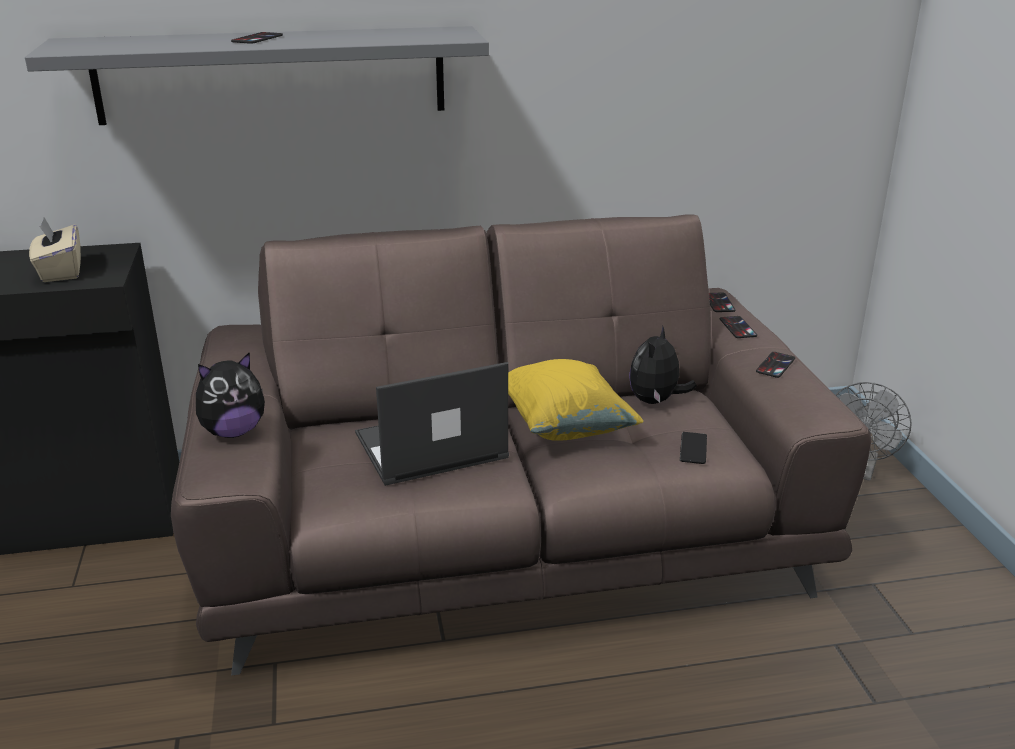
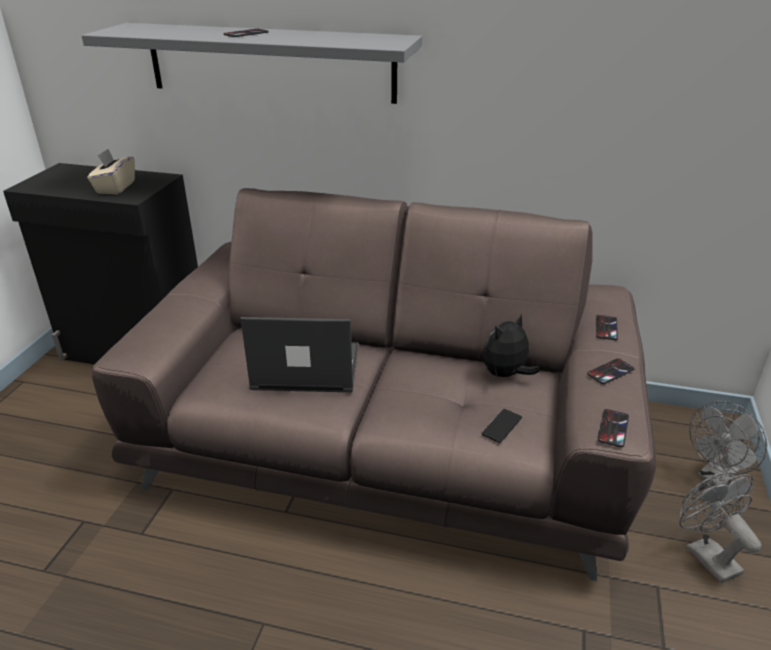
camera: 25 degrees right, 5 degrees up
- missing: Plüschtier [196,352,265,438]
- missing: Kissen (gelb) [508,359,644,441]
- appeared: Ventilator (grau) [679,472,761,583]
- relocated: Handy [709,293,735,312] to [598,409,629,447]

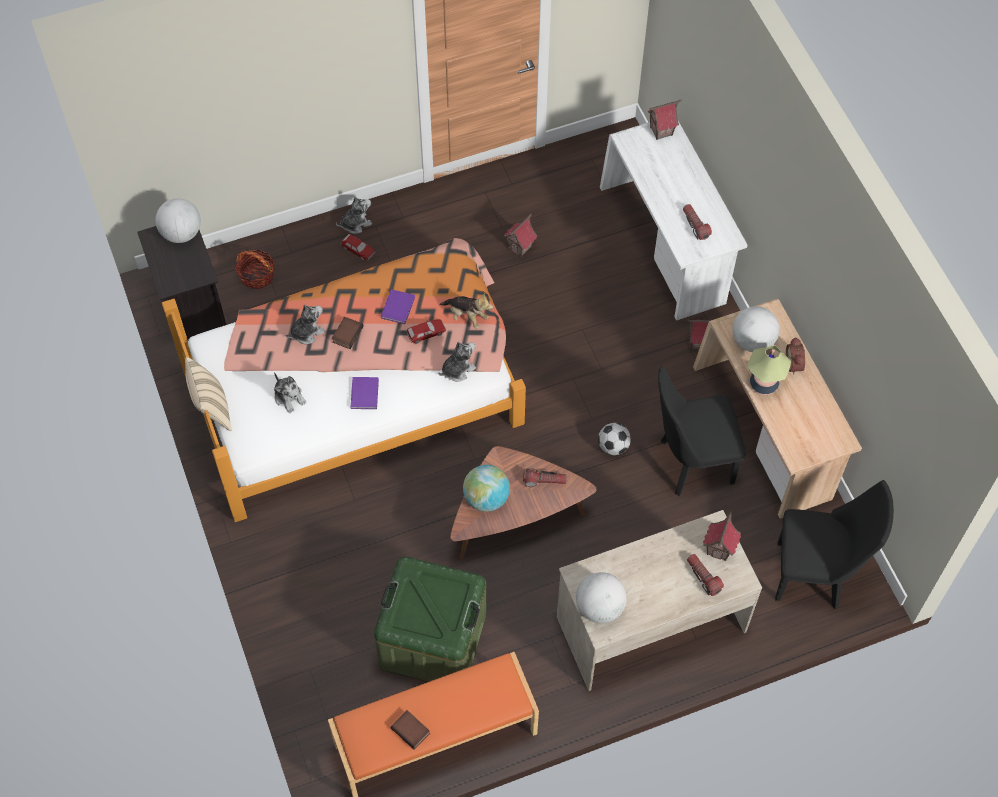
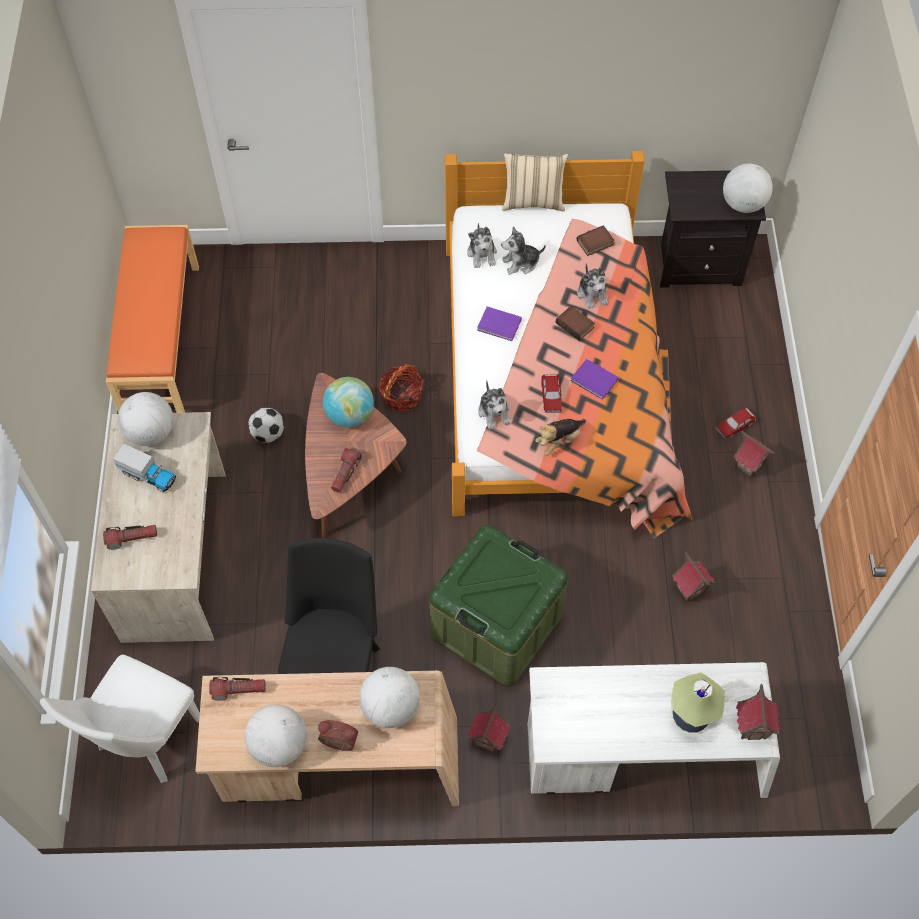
camera: 110 degrees right, 0 degrees up
- appeared: Spielzeuglaster [113,444,176,492]
- appeared: Globus [245,704,307,767]
- relocated: Korb [235,249,275,289] to [379,364,424,411]
- relocated: Plüschtier [336,196,372,234] to [467,223,497,268]
- relocated: Aufbewahrungsbox (grün) [374,557,486,682] to [429,525,568,686]
- relocated: Buch [391,710,430,750] to [577,225,614,256]
- relocated: Fußball [598,423,631,455] to [248,408,284,443]
- relocated: Taschenlampe [683,204,712,240] to [209,677,266,701]
- relocated: Spielzeughaus [703,512,741,561] to [733,430,774,478]
- relocated: Tischlampe [748,345,791,395] to [671,673,725,733]
- colour: Stuhl (schwarz) [775,480,894,609] to Stuhl (weiß) [40,655,200,783]

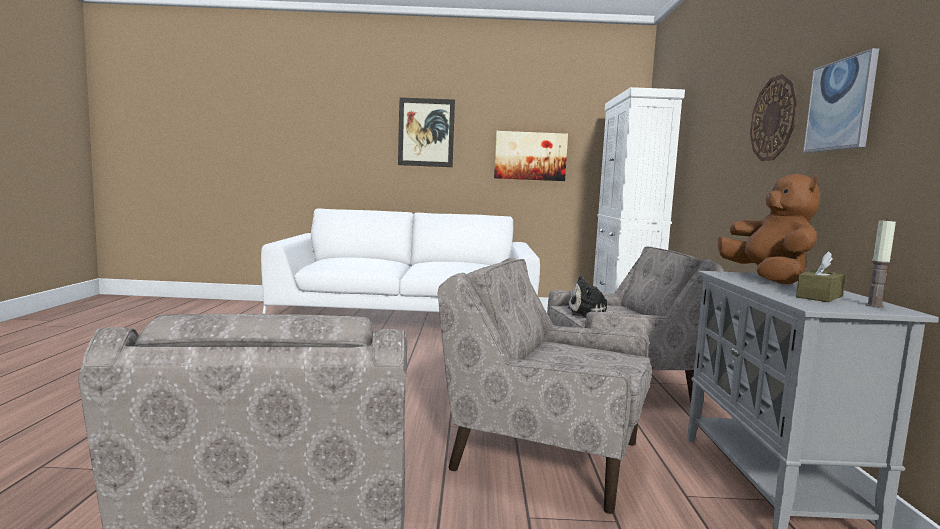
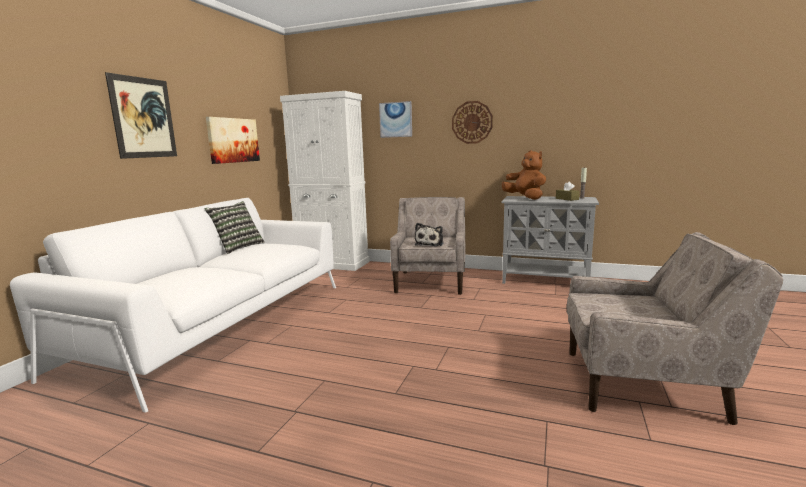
camera: 70 degrees left, 5 degrees up
- missing: Sessel (beige) [437,258,651,514]
- appeared: Kissen [205,201,265,254]
- relocated: Bild [803,48,879,153] to [379,101,412,138]
- spun: Plüschtier (braun) [718,173,820,284] = [502,150,546,200] 45 degrees clockwise

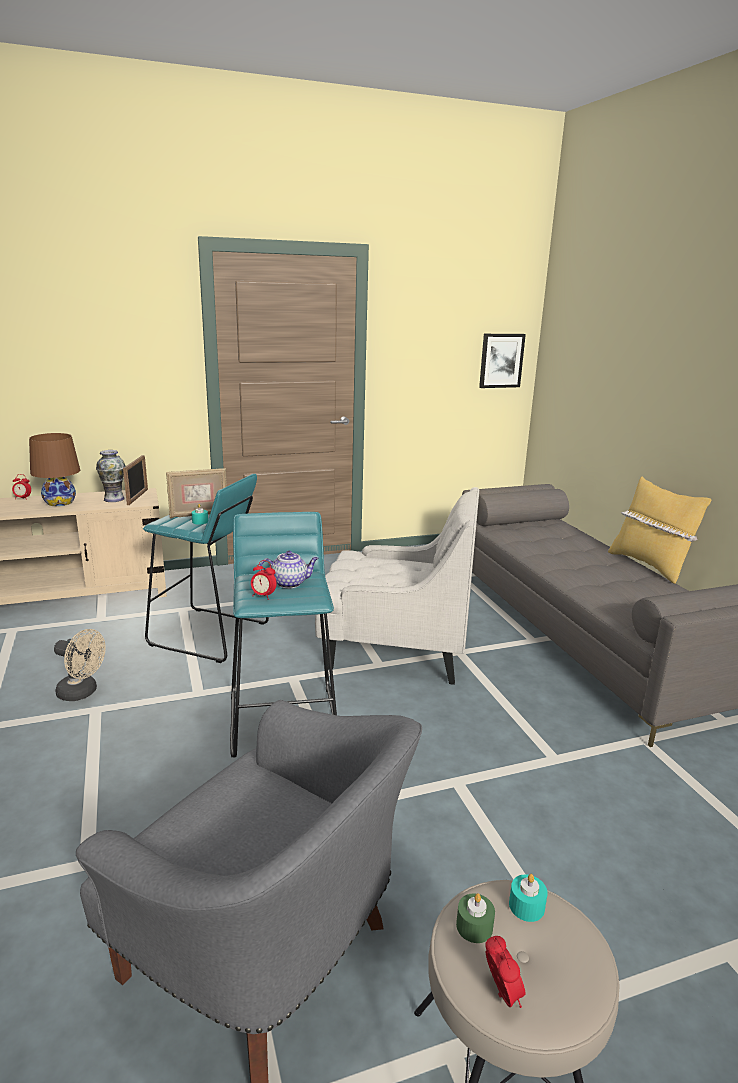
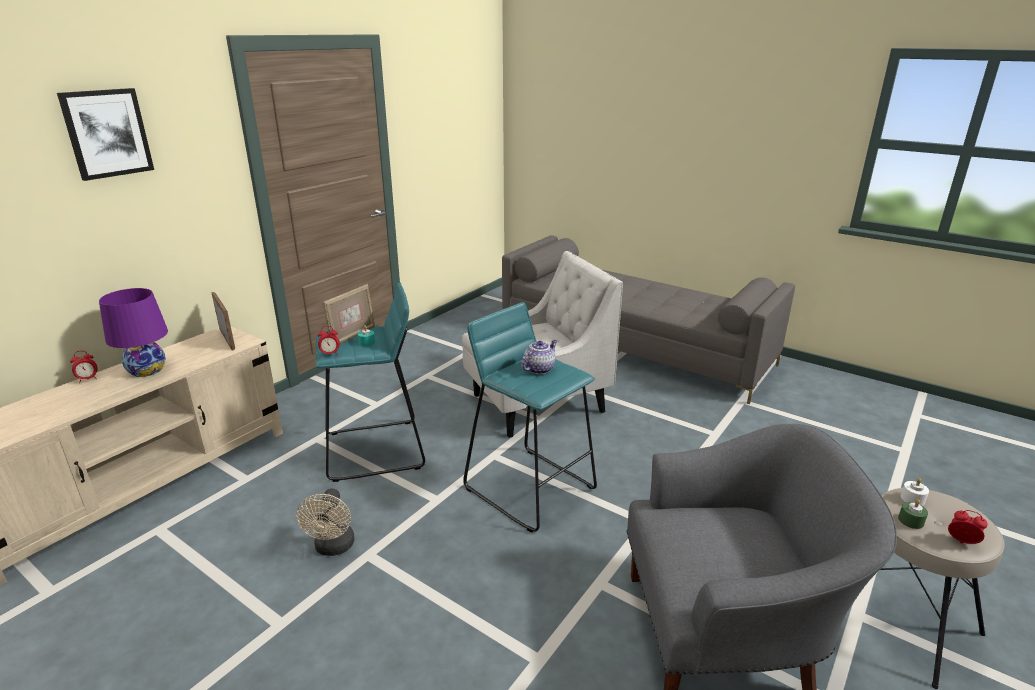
camera: 35 degrees left, 5 degrees up
- missing: Vase [96,450,126,502]
- missing: Kissen (gelb) [608,477,712,584]
- relocated: Wecker [251,560,277,600] to [318,326,340,357]
- relocated: Bild [479,334,526,388] to [57,88,154,181]
- colour: Tischlampe (braun) [29,433,80,506] to Tischlampe (lila) [99,288,168,377]
- colour: Kerze (türkis) [509,874,548,922] to Kerze (weiß) [901,478,929,506]
- spun: Ventilator (beige) [54,629,106,701] = [296,488,355,556] 105 degrees clockwise

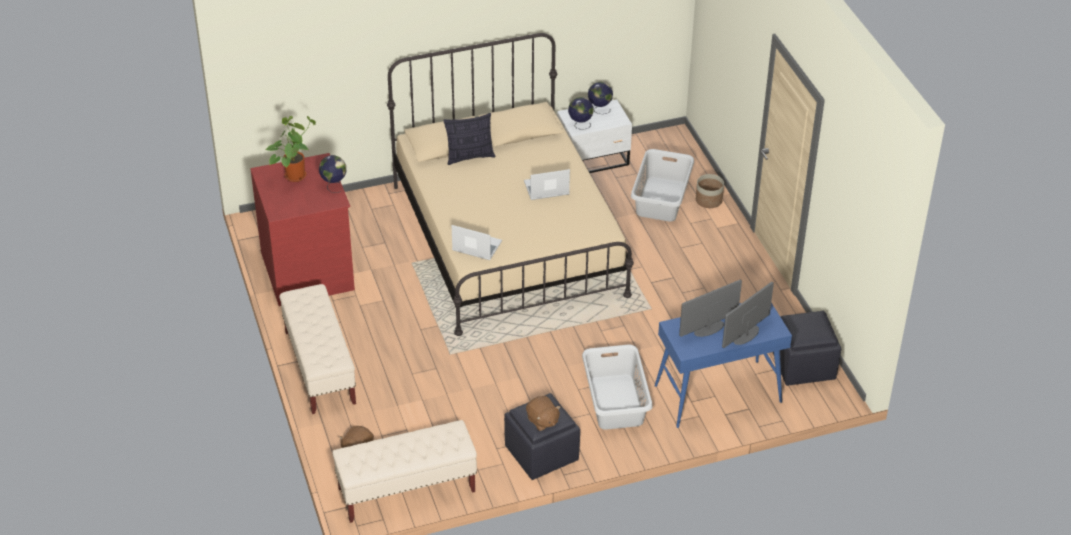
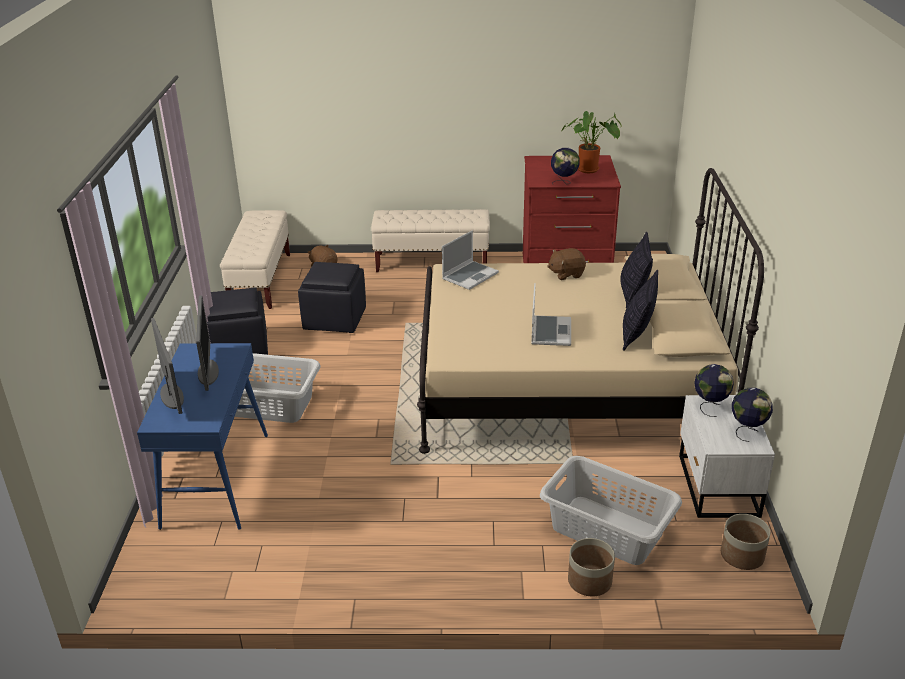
camera: 110 degrees right, 10 degrees down
- appeared: Kissen [623,270,658,351]
- appeared: Pflanzkübel [721,514,770,570]
- relocated: Plüschtier (braun) [526,396,561,431] to [547,248,586,280]
- relocated: Polsterhocker (schwarz) [773,311,841,386] to [298,262,366,333]

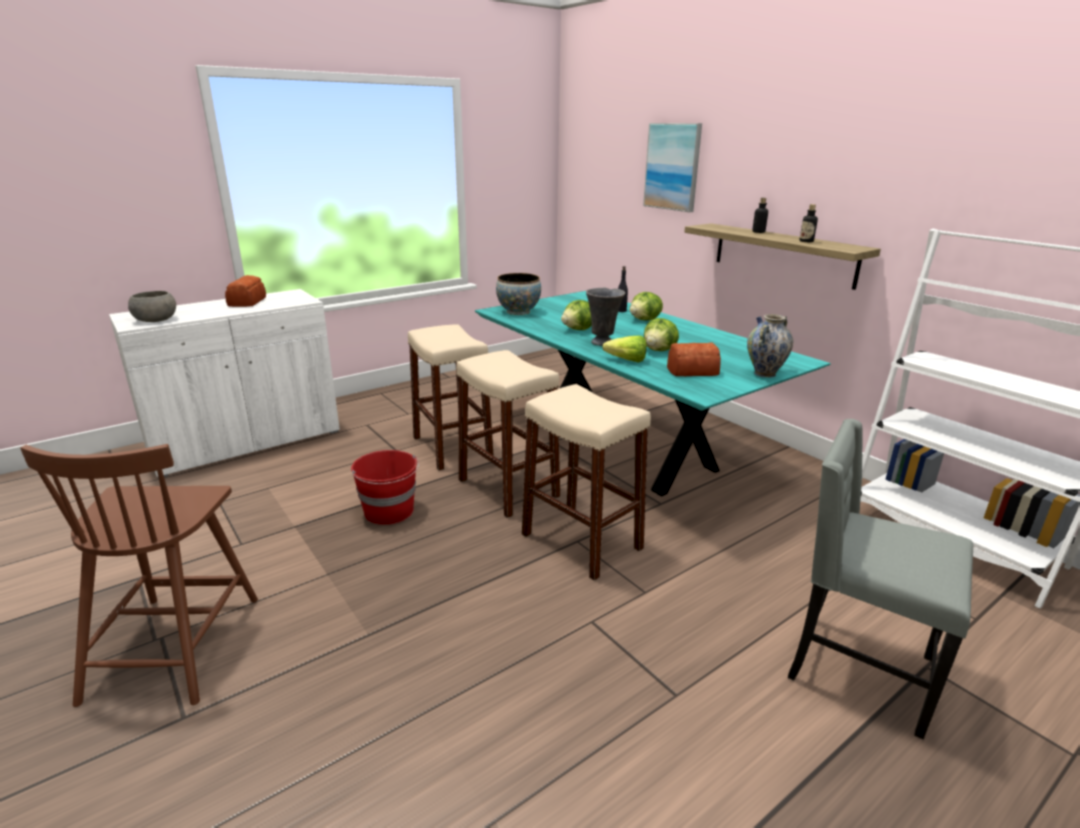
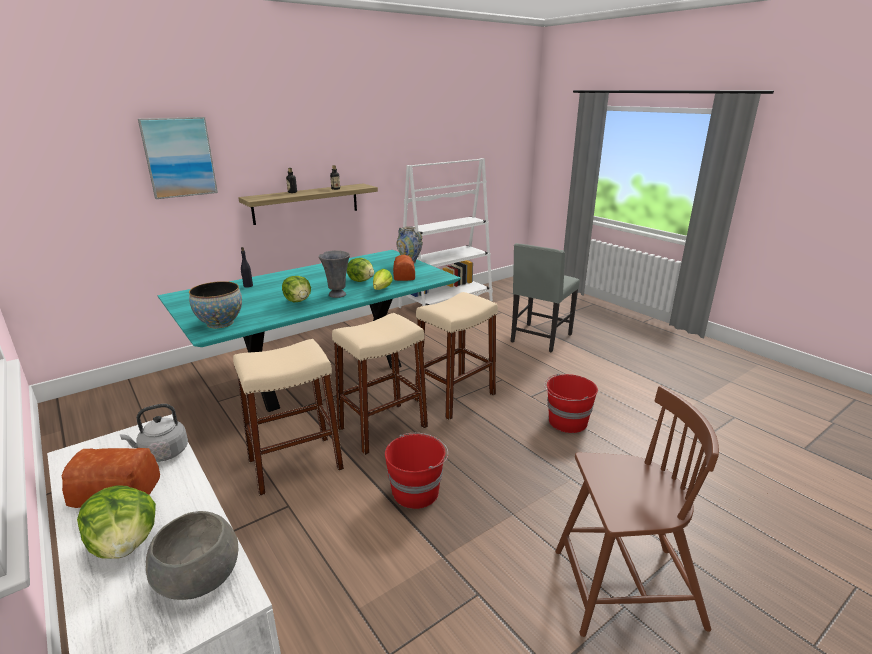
camera: 90 degrees left, 0 degrees up
- appeared: Wasserkessel (grau) [120,404,188,462]
- appeared: Eimer (rot) [544,374,598,433]
- relocated: Salatkopf [630,292,663,321] to [77,485,156,559]

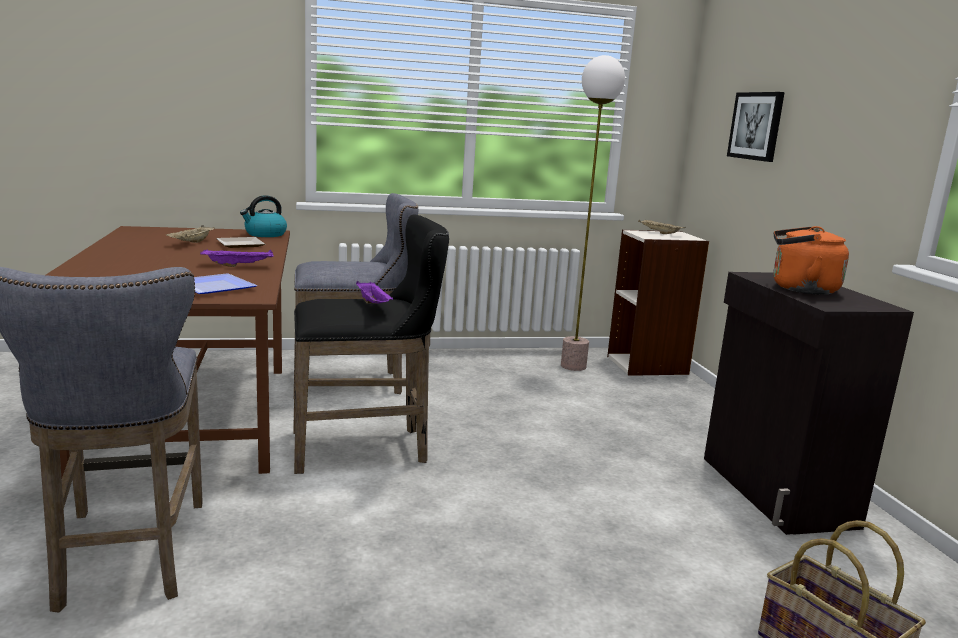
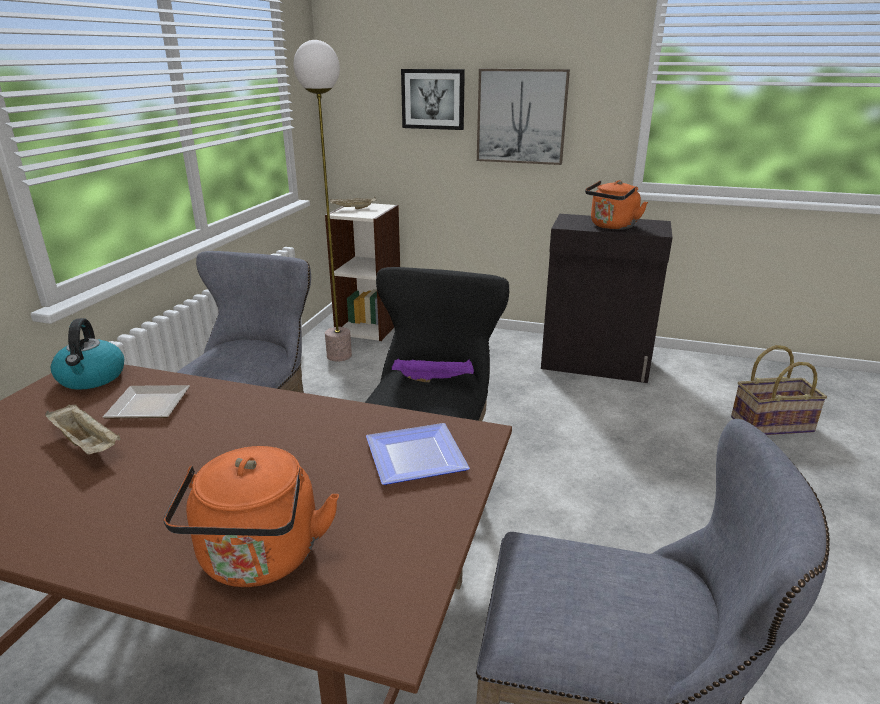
camera: 60 degrees left, 10 degrees up
- missing: Tablett (lila) [200,249,274,267]
- appeared: Wasserkessel (orange) [163,446,339,587]
- appeared: Bild [477,69,570,165]

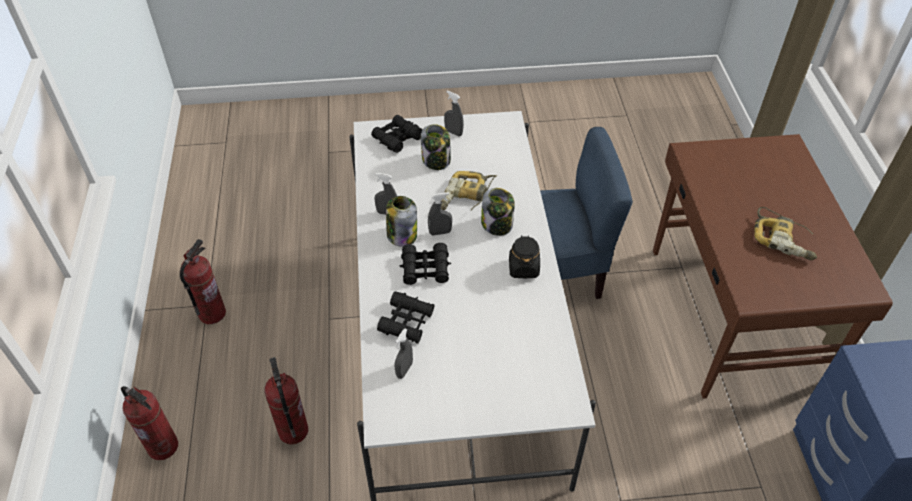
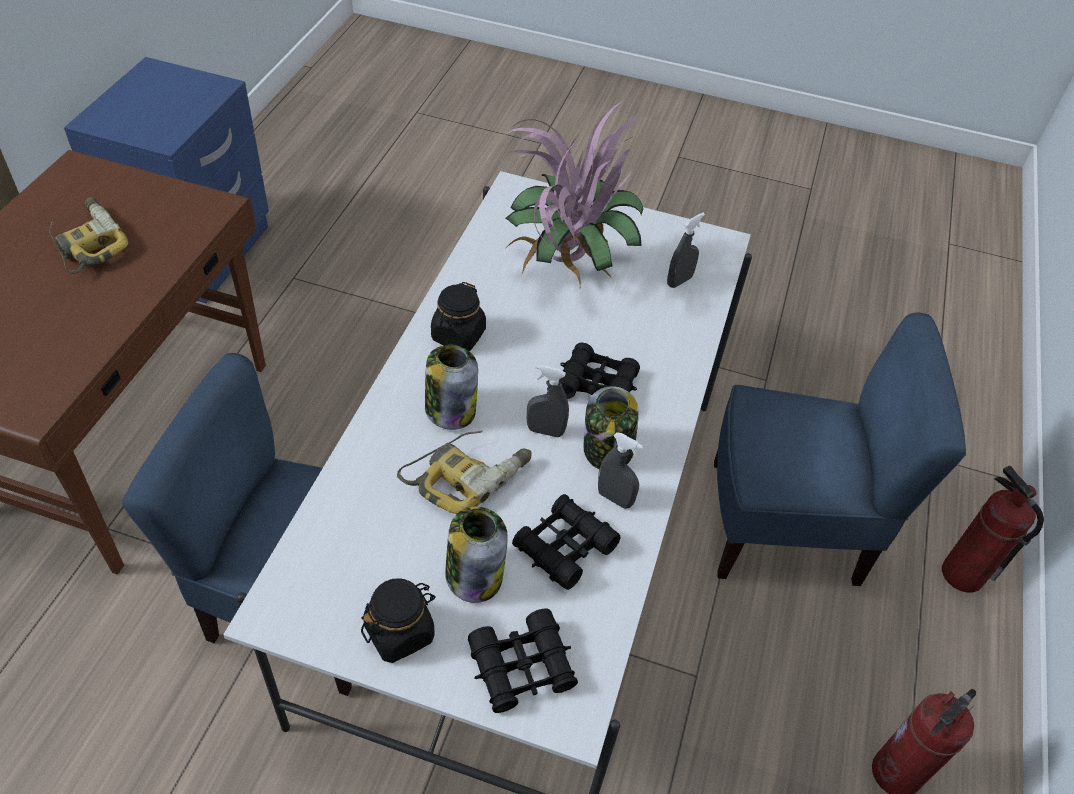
camera: 160 degrees left, 0 degrees up
- appeared: Topfpflanze [503,100,643,286]
- relocated: Fernglas (schwarz) [377,291,434,343] to [512,494,621,590]
- exchanged: Feuerlöscher [264,357,308,444] to Stuhl (blau) [714,312,966,586]
- exchanged: Sprühflasche (grau) [444,91,464,136] to Vorratsglas (schwarz) [361,578,436,663]

